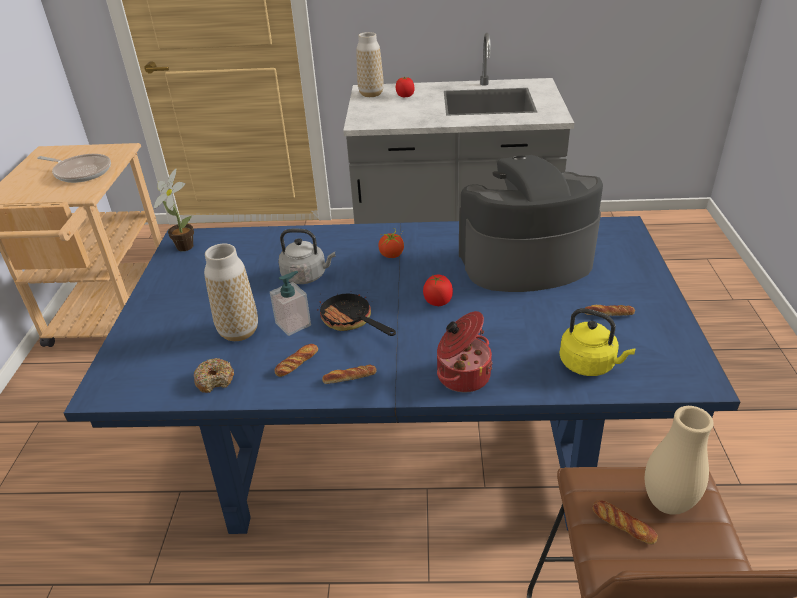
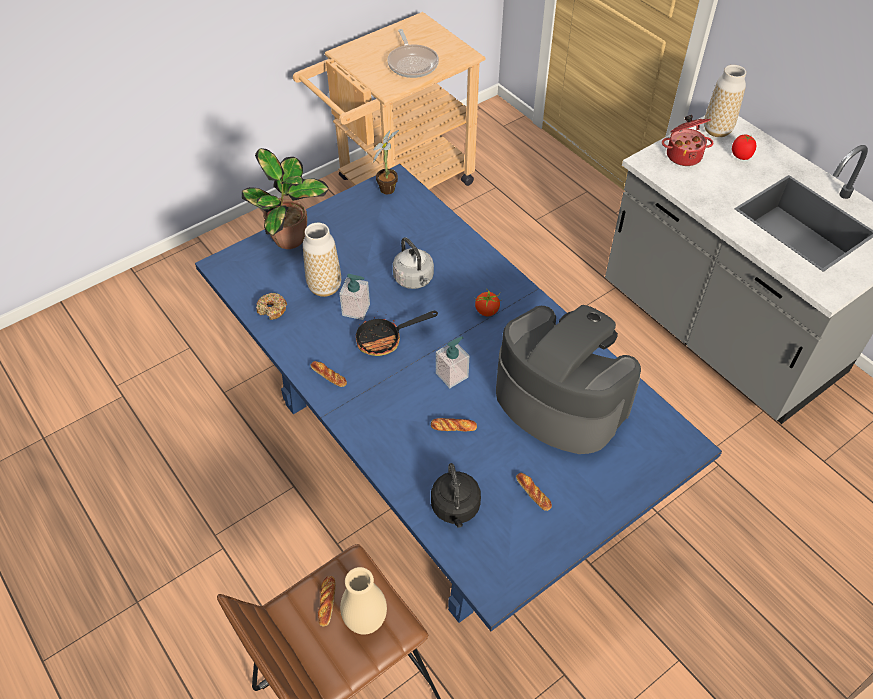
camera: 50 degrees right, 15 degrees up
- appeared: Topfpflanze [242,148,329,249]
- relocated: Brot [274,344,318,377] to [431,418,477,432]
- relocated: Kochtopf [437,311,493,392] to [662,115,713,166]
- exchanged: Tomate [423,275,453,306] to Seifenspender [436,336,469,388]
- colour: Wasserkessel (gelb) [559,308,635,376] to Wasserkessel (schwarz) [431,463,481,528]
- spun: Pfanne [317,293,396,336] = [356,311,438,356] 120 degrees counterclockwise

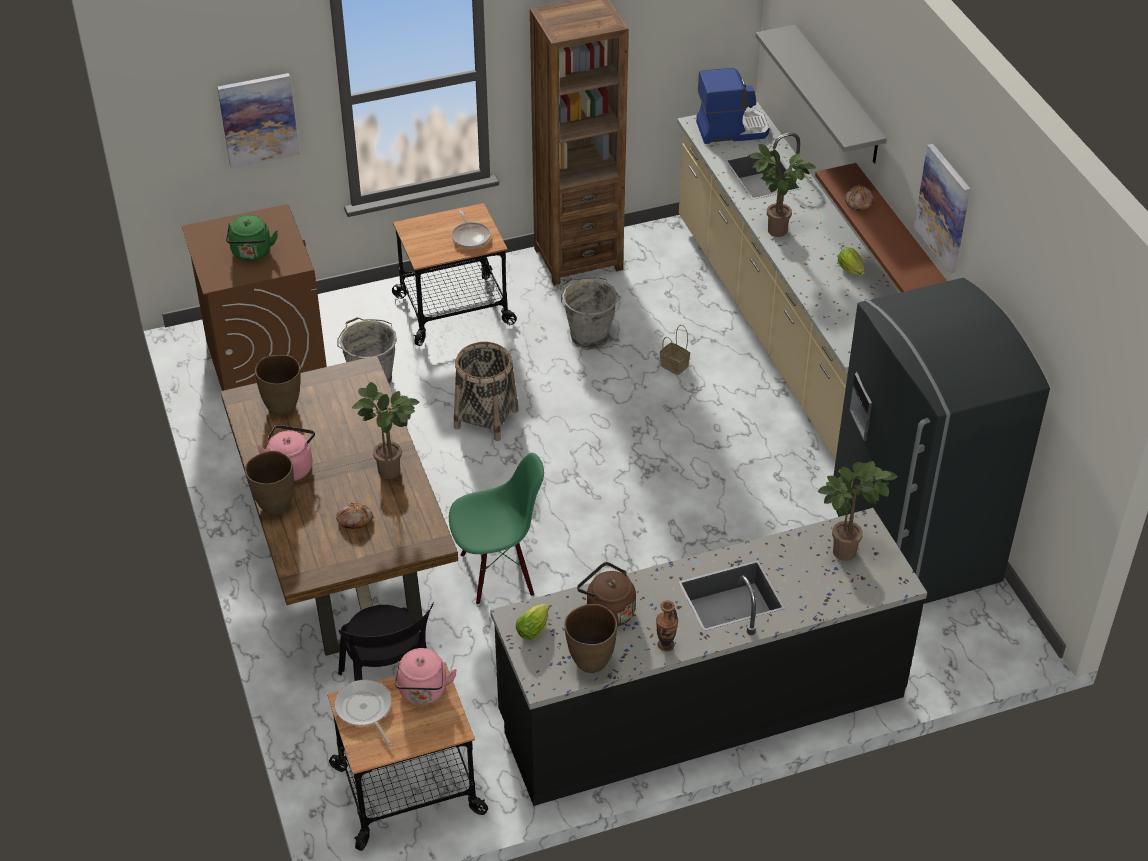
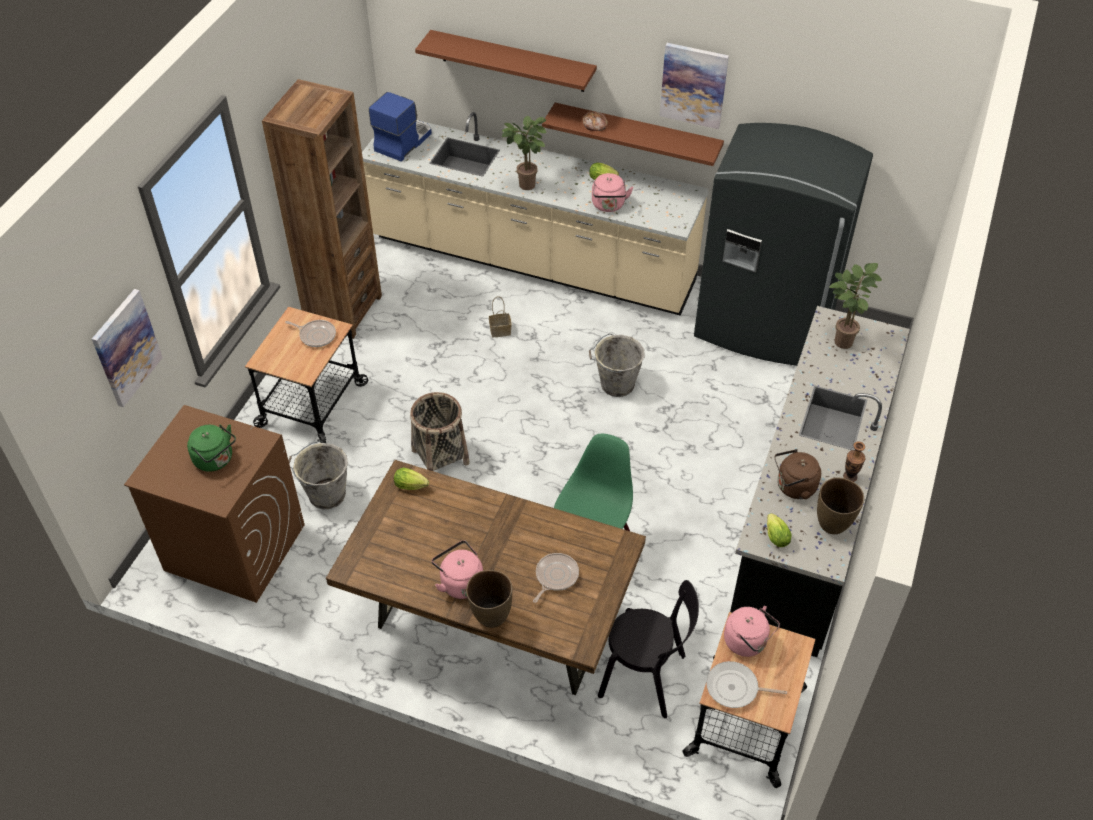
camera: 50 degrees left, 5 degrees up
- missing: Vase (braun) [255,355,301,416]
- missing: Topfpflanze [352,382,420,479]
- appeared: Salatkopf [394,467,429,490]
- appeared: Wasserkessel (rosa) [592,173,633,212]
- relocated: Eimer (grau) [561,277,618,349] to [589,333,645,397]
- exchanged: Brot [336,503,373,529] to Pfanne [533,553,579,603]
- colour: Wandregal (grau) [756,25,887,163] to Wandregal (braun) [415,30,597,92]

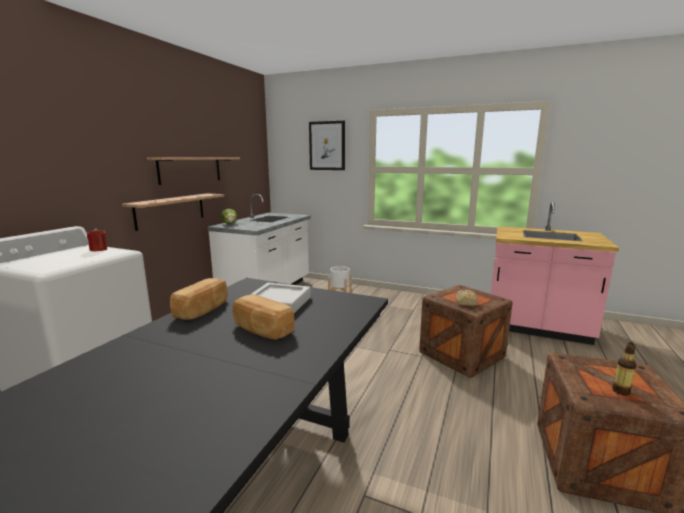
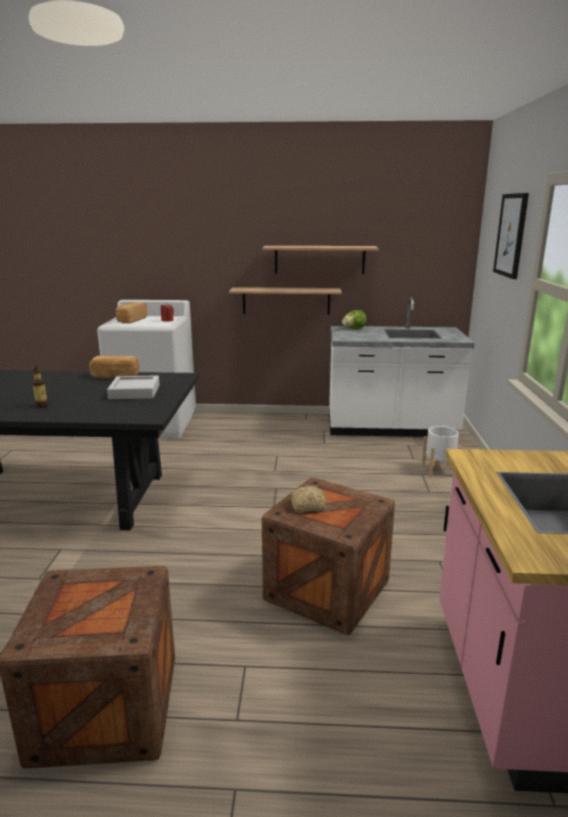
camera: 70 degrees right, 5 degrees up
- relocated: Brot [233,294,295,340] to [116,302,147,324]
- relocated: Flasche [612,342,637,395] to [32,366,48,408]

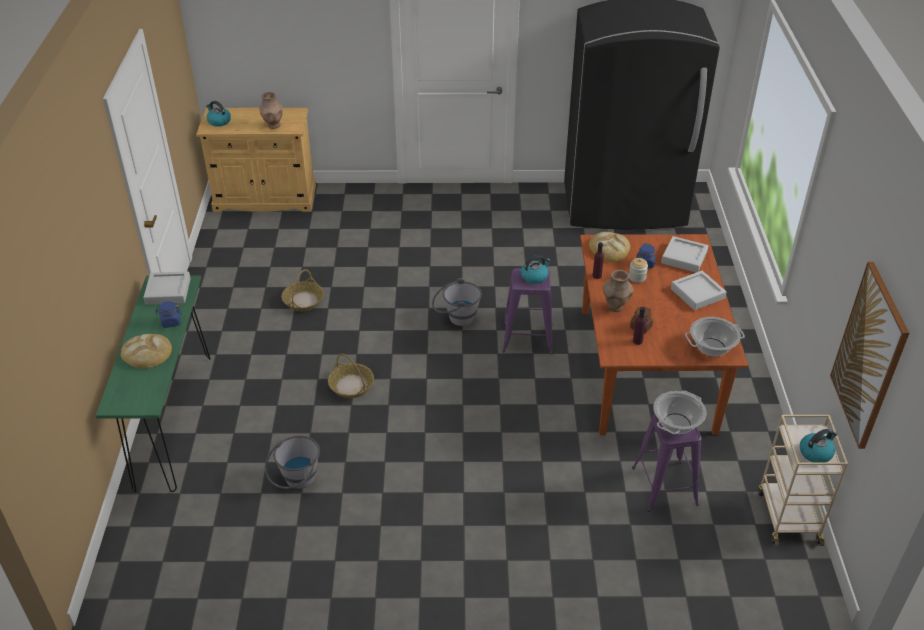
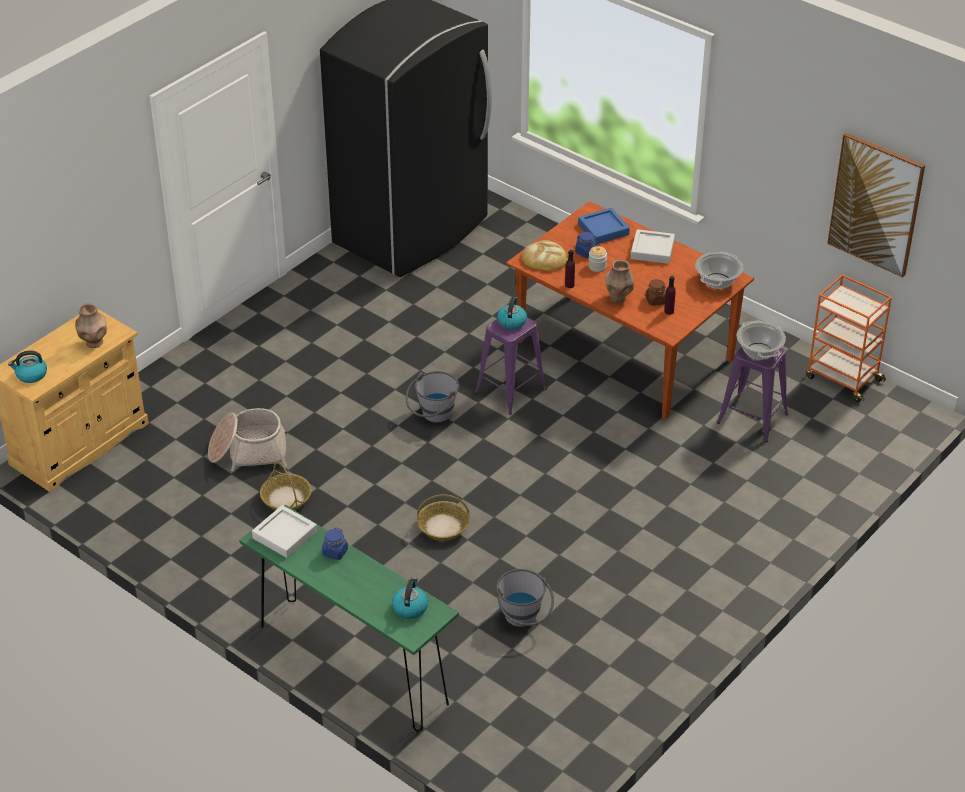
camera: 50 degrees left, 0 degrees up
- missing: Brot [121,334,172,369]
- appeared: Korb [208,408,287,471]
- relocated: Wasserkessel [800,429,837,463] to [392,577,428,619]
- colour: Tablett (grau) [661,236,708,272] to Tablett (blau) [578,208,630,244]
- colour: Rollwagen (beige) [758,415,848,546] to Rollwagen (orange) [806,274,892,402]

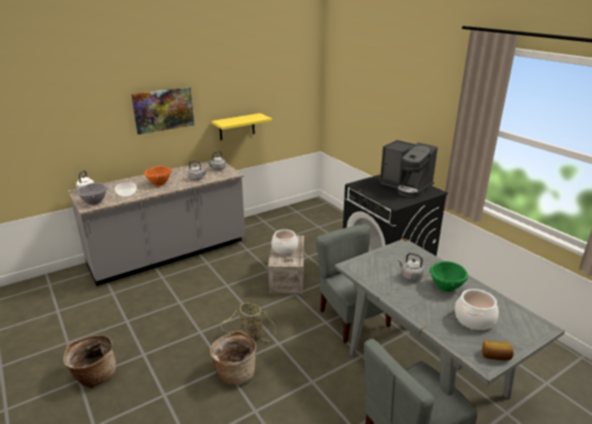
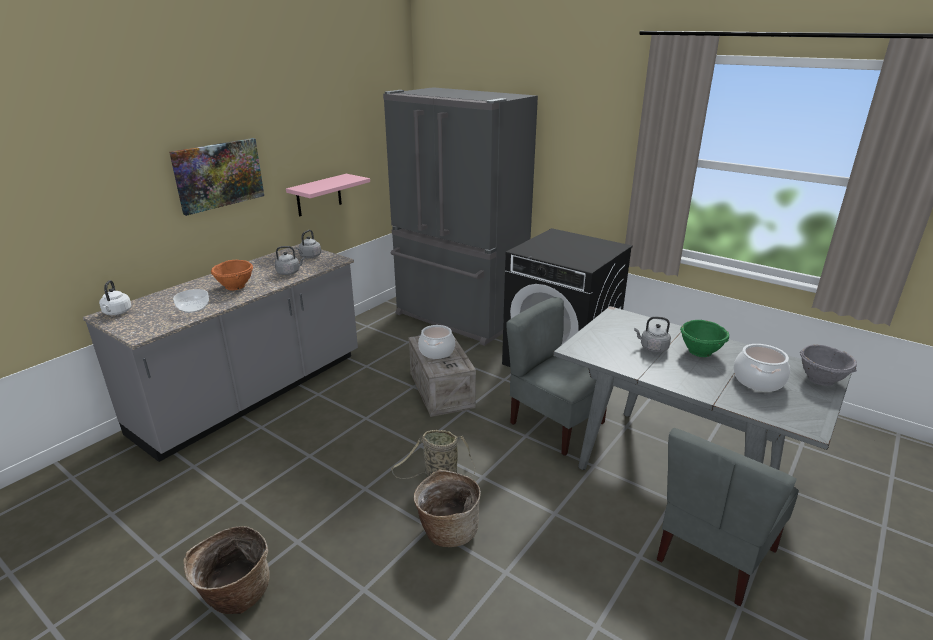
camera: 20 degrees left, 0 degrees up
- missing: Kaffeemaschine [378,140,438,197]
- missing: Brot [482,340,514,360]
- appeared: Kühlschrank (grau) [383,87,538,346]
- relocated: Schüssel (grau) [77,183,108,205] to [800,344,857,386]
- colour: Wandregal (gelb) [212,113,272,140] to Wandregal (rosa) [286,174,370,217]

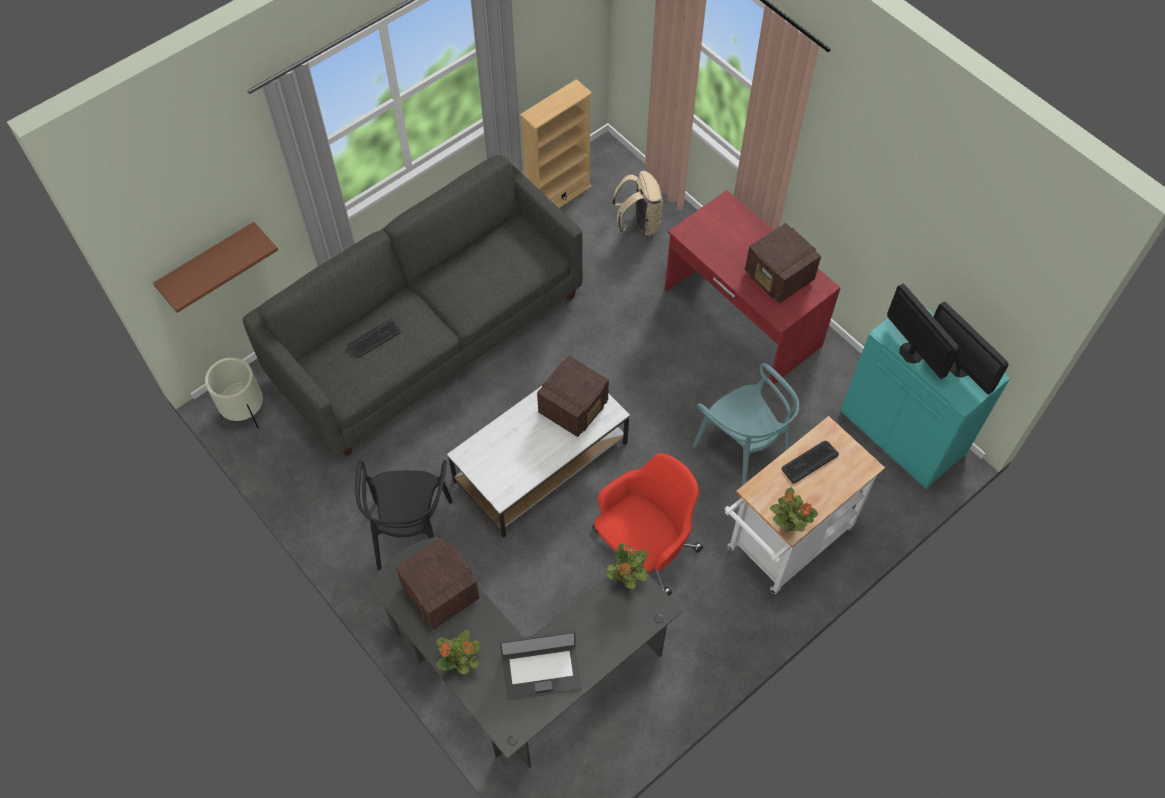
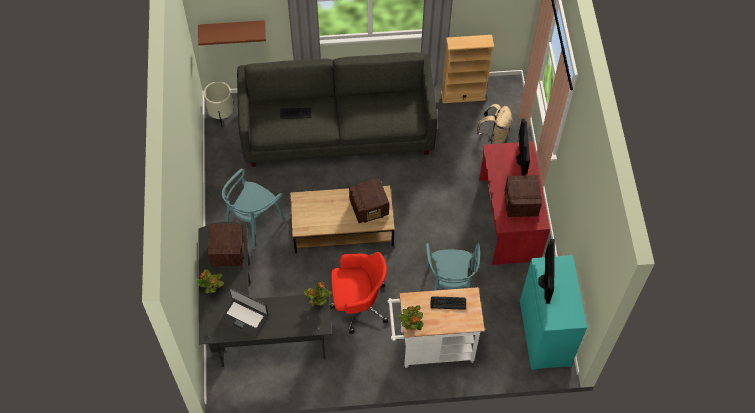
camera: 35 degrees right, 0 degrees up
- relocated: Monitor [933,301,1009,395] to [516,118,530,176]
- colour: Stuhl (schwarz) [355,460,453,570] to Stuhl (türkis) [222,169,285,249]
- colour: Couchtisch (weiß) [447,386,630,538] to Couchtisch (braun) [290,186,395,253]

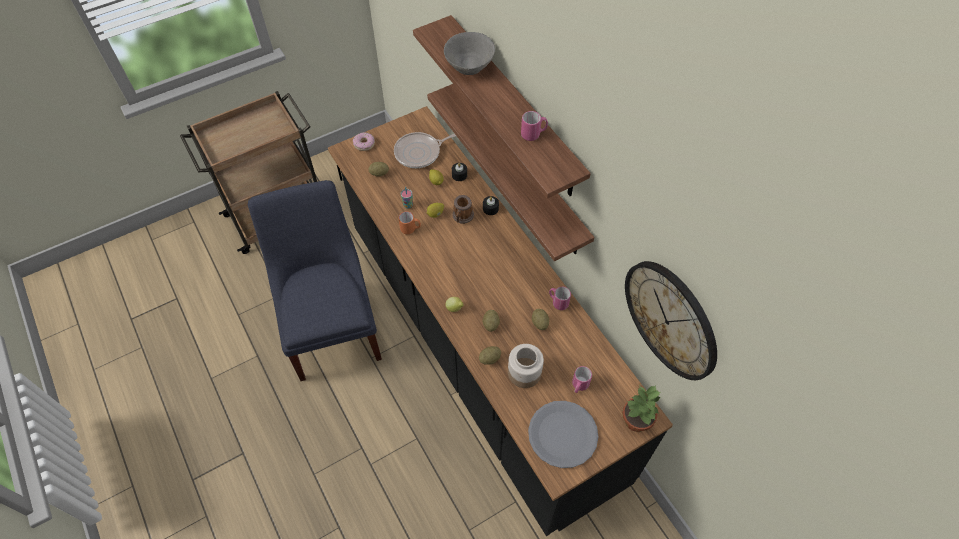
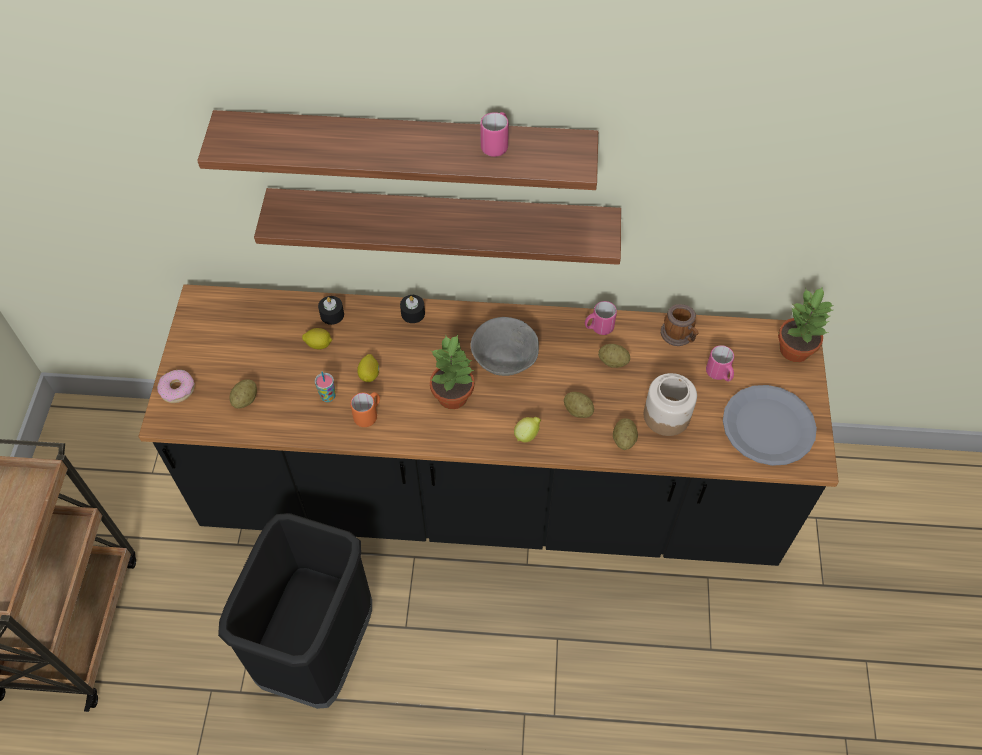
camera: 55 degrees left, 0 degrees up
- missing: Pfanne [394,132,456,168]
- missing: Wanduhr [625,261,717,380]
- appeared: Topfpflanze [430,335,474,409]
- relocated: Schüssel (grau) [444,32,495,75] to [470,317,539,376]
- relocated: Henkelbecher [452,195,474,224] to [661,304,699,346]
- exchanged: Stuhl (blau) [248,180,382,381] to Mülleimer (schwarz) [218,513,372,709]

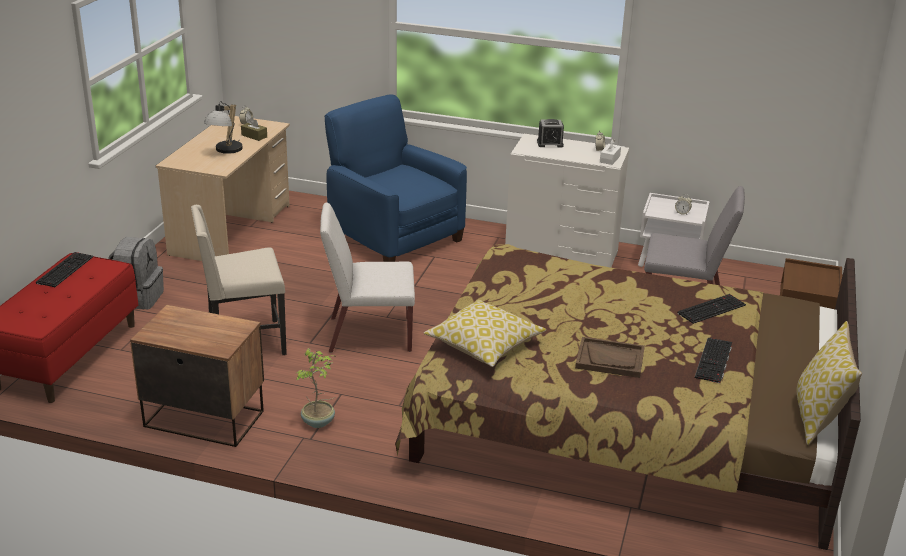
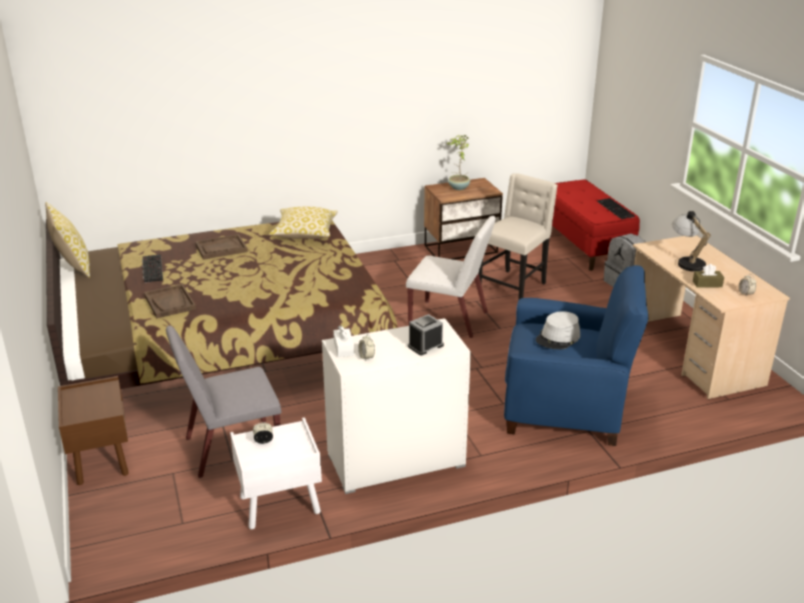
camera: 145 degrees right, 0 degrees up
- appeared: Hut (grau) [536,311,580,349]
- relocated: Topfpflanze [296,348,336,428] to [446,135,470,190]
- exchanged: Tastatur [677,294,746,324] to Tablett (braun) [144,284,196,318]
- spun: Stuhl (weiß) [320,202,415,353] = [406,216,495,338] 60 degrees clockwise

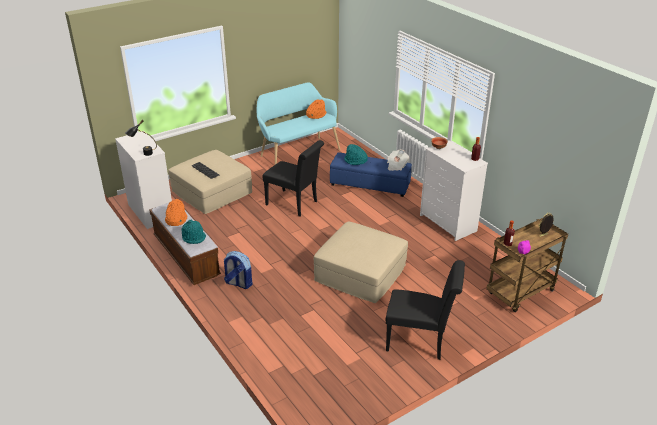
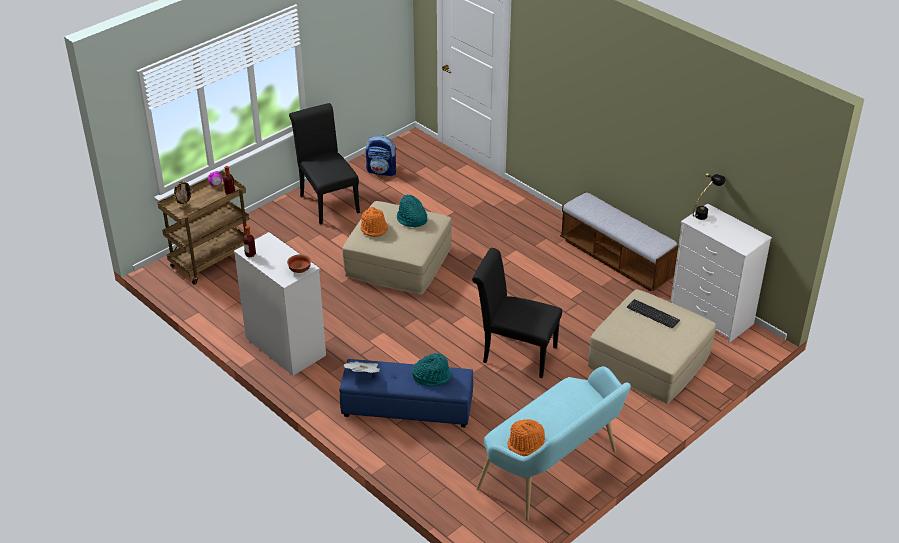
camera: 170 degrees right, 5 degrees up
- relocated: Hut (orange) [165,199,187,226] to [360,207,388,237]
- relocated: Hut (türkis) [181,220,206,244] to [397,195,427,227]
- relocated: Rucksack [224,251,253,289] to [366,135,397,176]
- spun: Stuhl (schwarz) [386,260,465,360] = [289,103,360,224] 60 degrees clockwise

